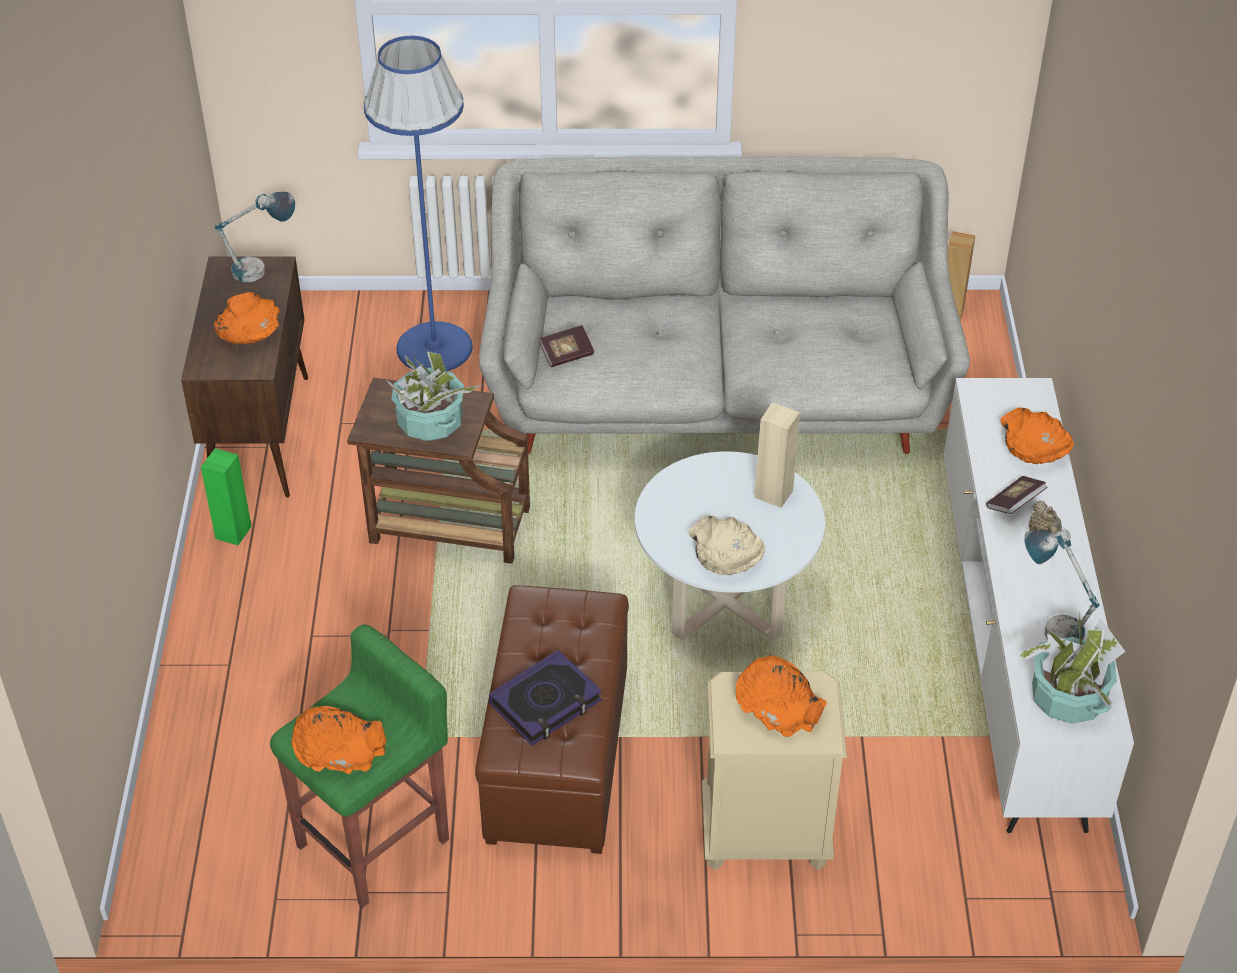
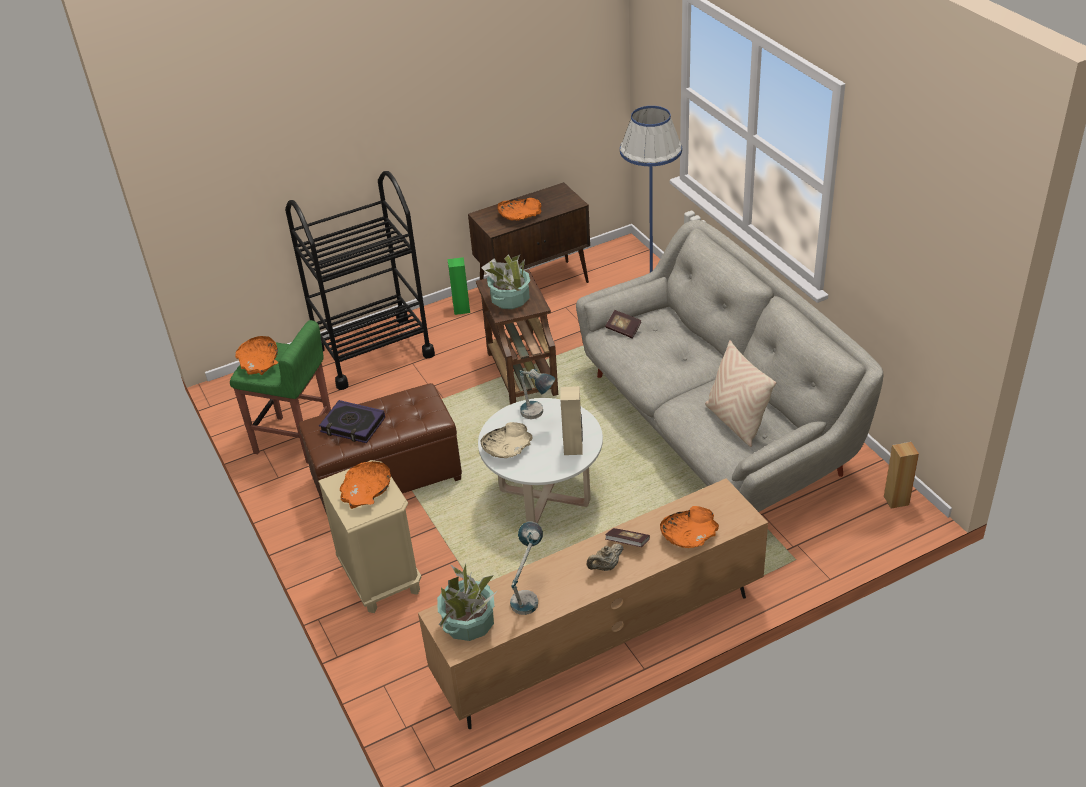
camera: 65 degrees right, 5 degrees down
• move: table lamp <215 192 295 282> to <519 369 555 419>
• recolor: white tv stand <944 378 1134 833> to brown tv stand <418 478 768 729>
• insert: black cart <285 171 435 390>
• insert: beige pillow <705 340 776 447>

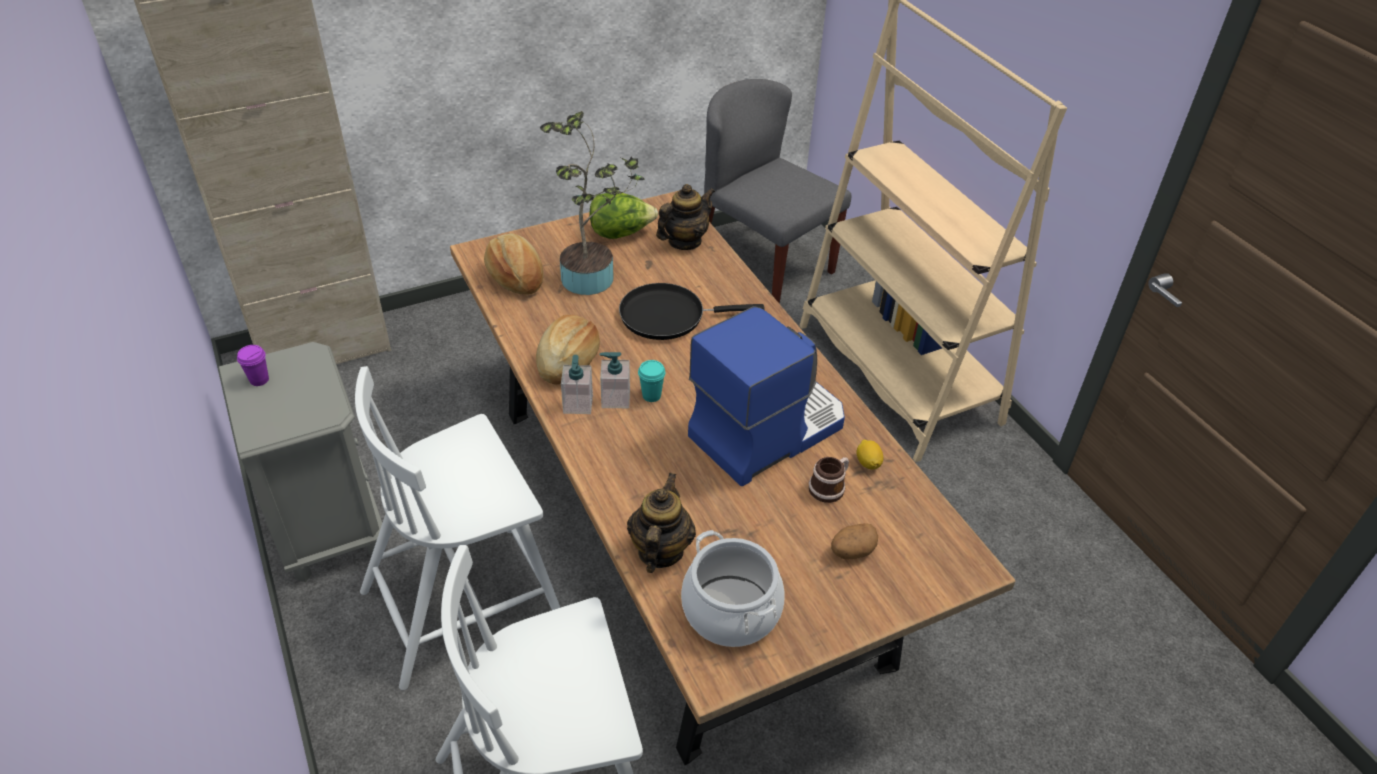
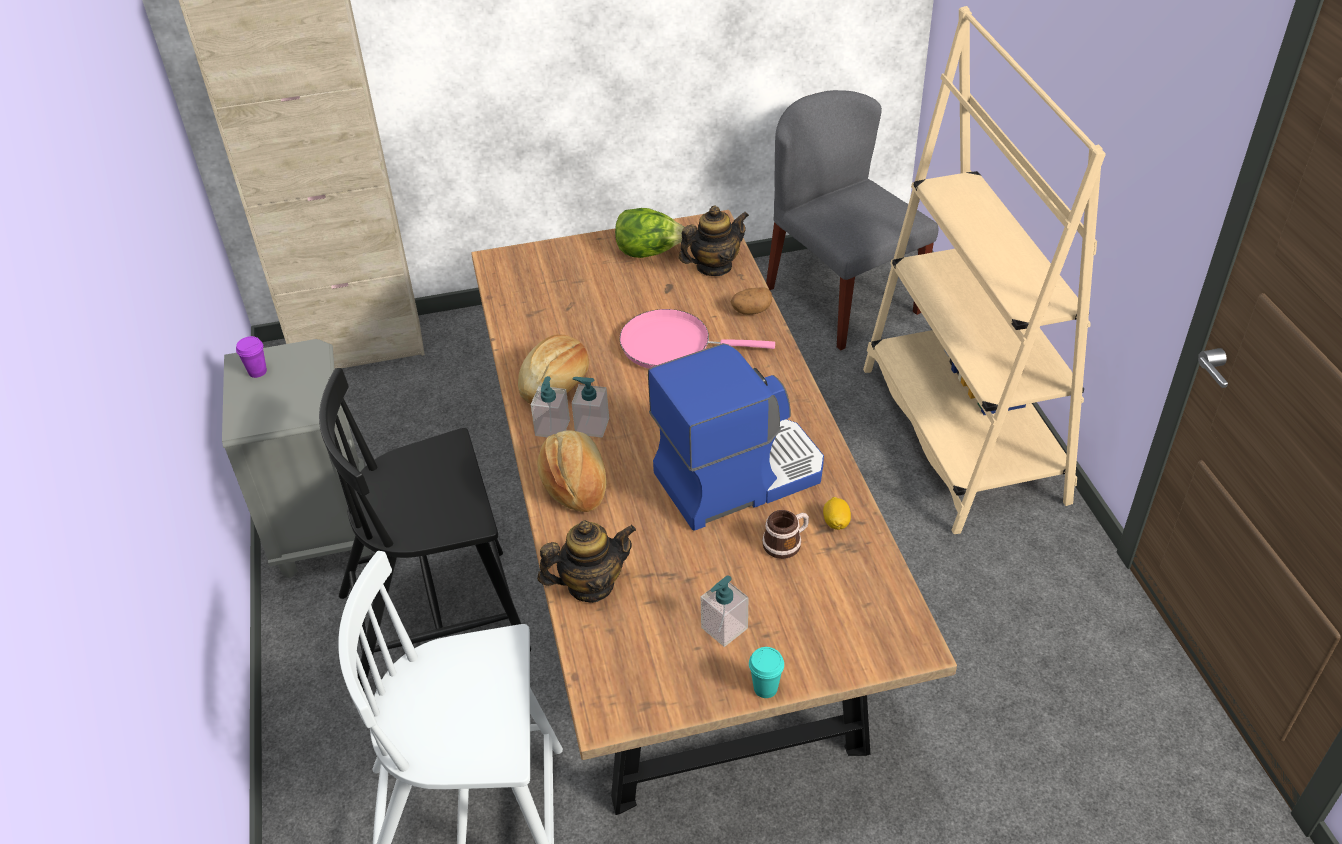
camera: 15 degrees right, 0 degrees up
• delete: potted plant <540 111 644 295>
• move: bread <484 233 544 295> to <537 430 607 512>
• recolor: black frying pan <619 283 765 340> to pink frying pan <619 309 775 369>
• move: turquoise cup <638 360 666 402> to <749 647 784 698>
• recolor: white chair <355 366 560 690> to black chair <319 368 531 691>
• rotate: teapot <627 473 696 573> = <537 520 636 603> 45 degrees clockwise
• move: potato <831 523 878 560> to <731 287 772 315>
• delete: cooking pot <681 530 785 647>
• insert: soap dispenser <701 576 748 647>

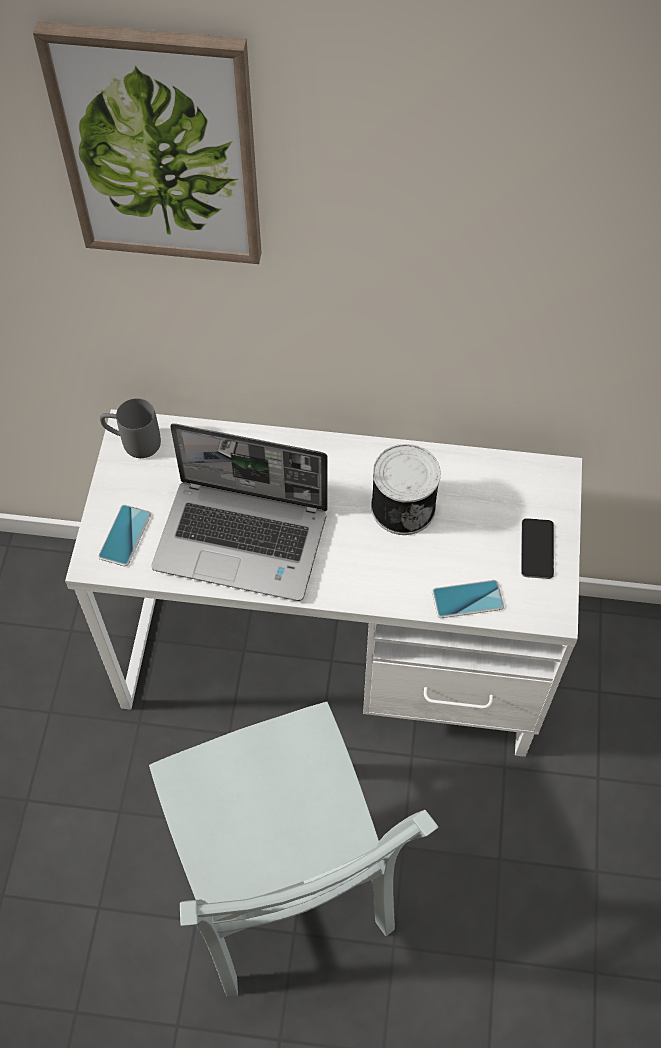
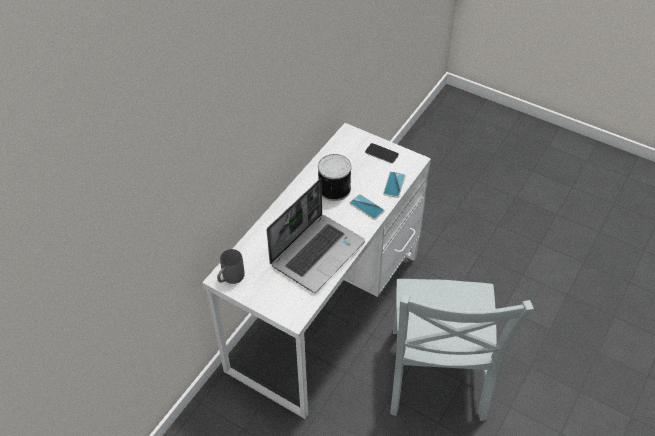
camera: 65 degrees left, 10 degrees down
• delete: picture <33 21 262 264>
• move: phone <98 505 151 566> to <350 194 385 220>
• rotate: grey chair <149 702 438 996> = <390 279 534 421> 90 degrees clockwise

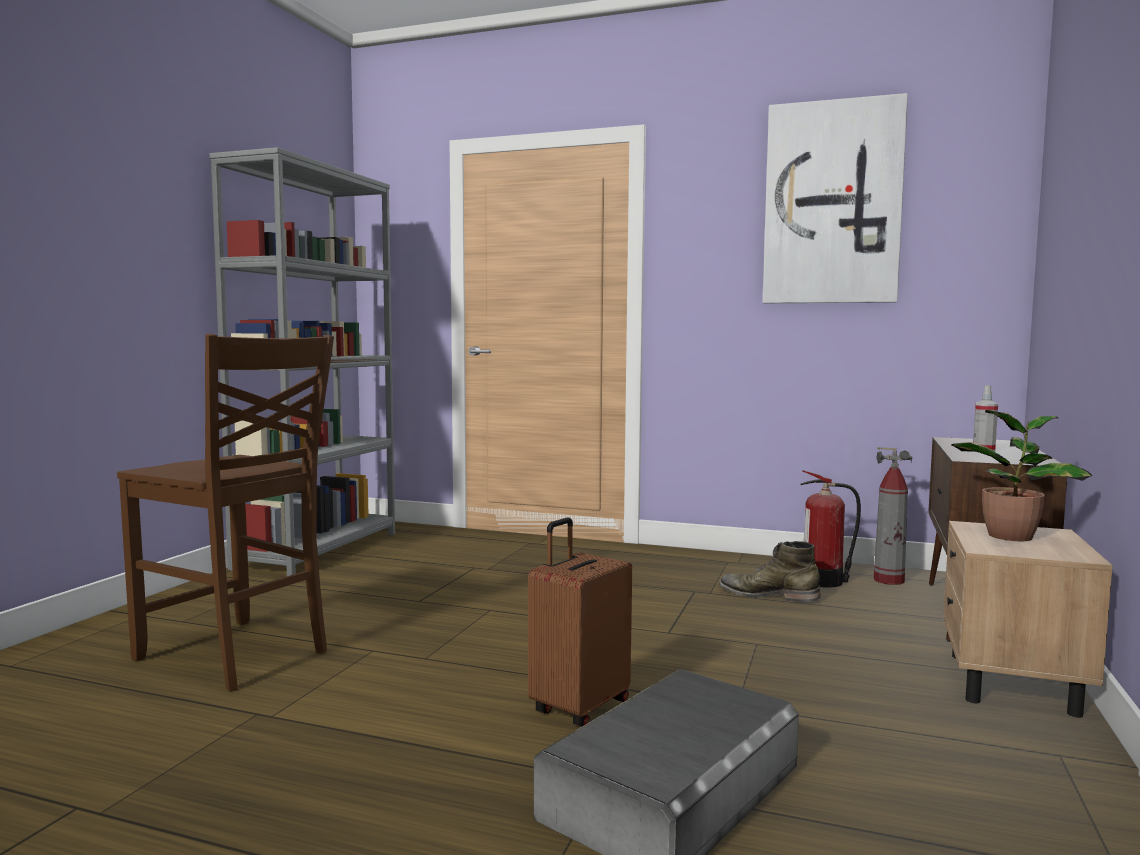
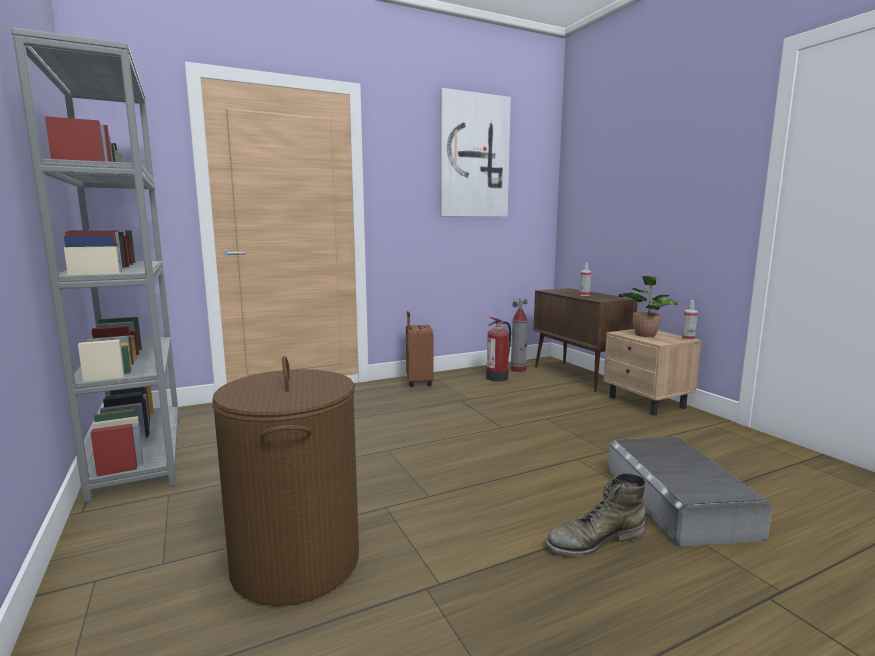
camera: 45 degrees left, 5 degrees up
• replace: brown chair <117 334 334 692> to brown laundry basket <212 356 359 606>
• move: brown suitcase <528 517 632 727> to <406 311 433 387>
• move: green boot <719 541 821 602> to <545 473 646 556>
• insert: spray bottle <682 300 698 341>

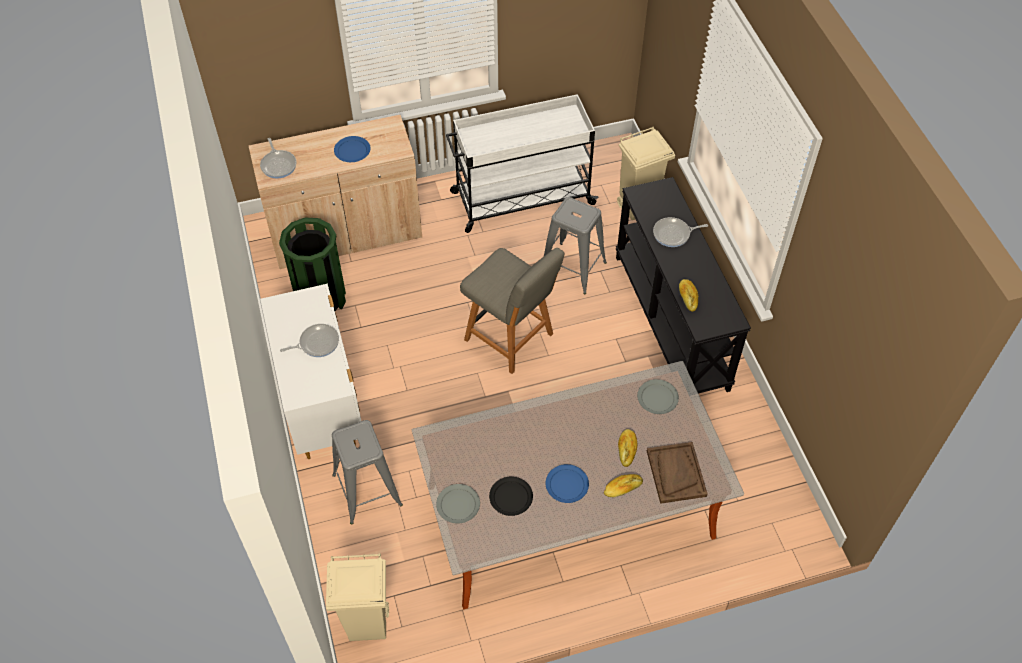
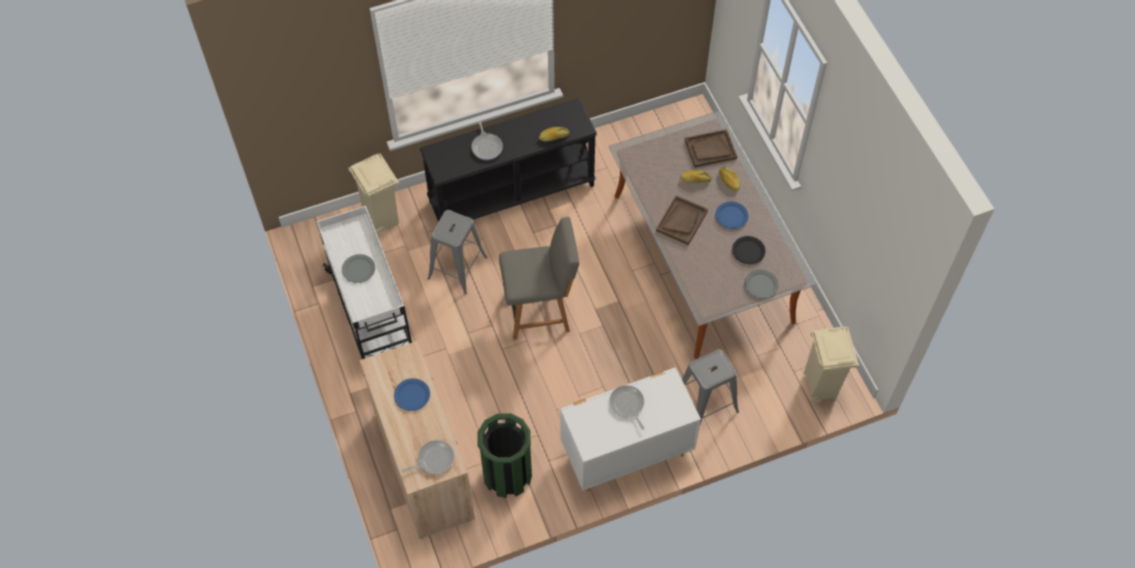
camera: 95 degrees left, 5 degrees up
• rotate: grey chair <460 248 564 374> = <499 217 579 340> 45 degrees clockwise
• move: grey plate <637 379 679 414> to <342 254 375 283>
• insert: brown tray <656 195 708 245>

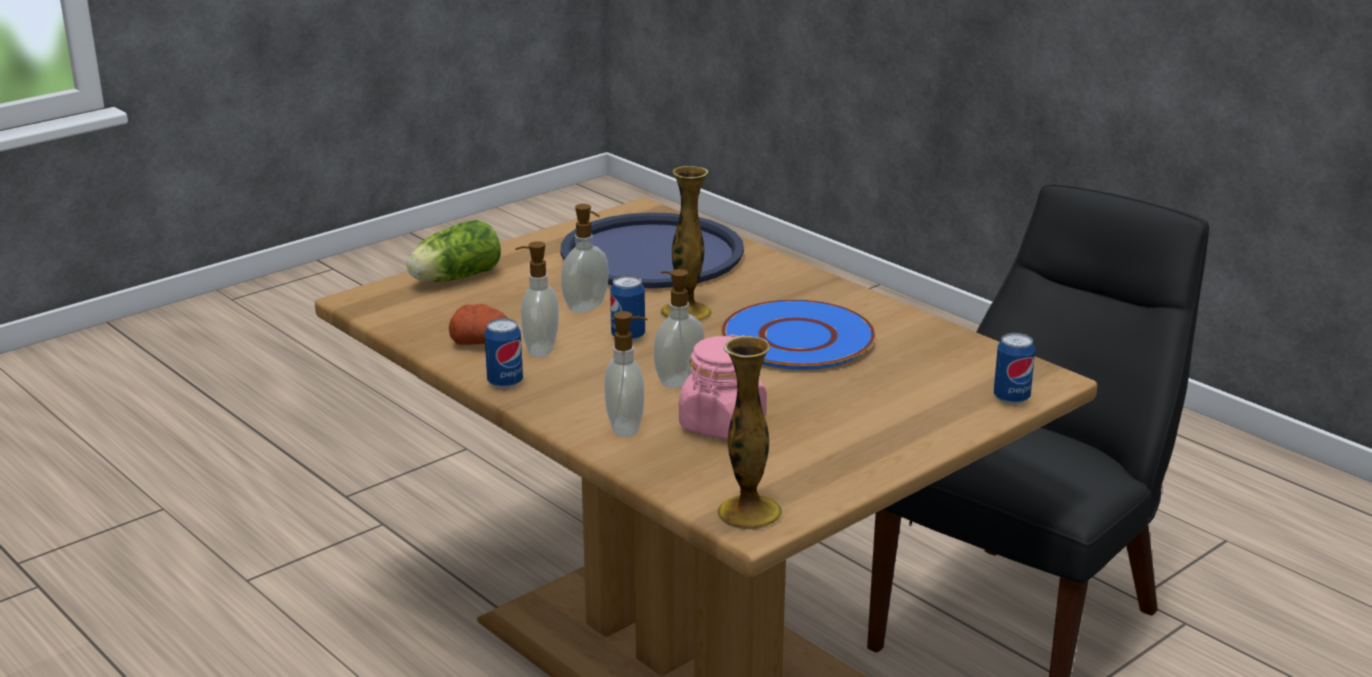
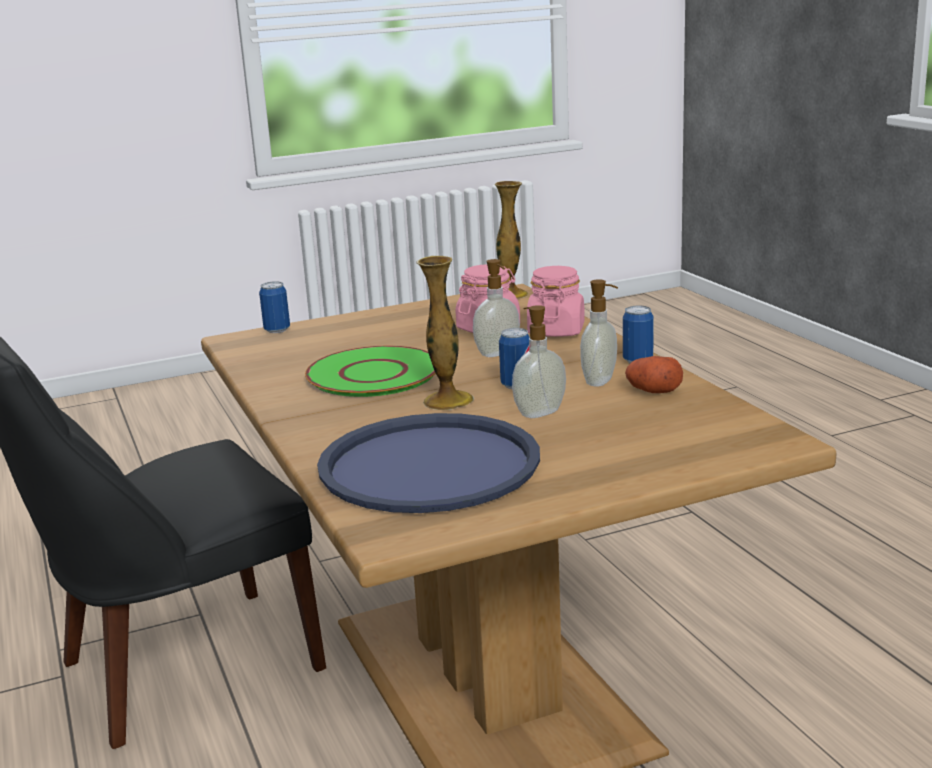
camera: 160 degrees left, 5 degrees down
• delete: lettuce <406 220 501 282>
• recolor: blue plate <721 299 875 370> to green plate <305 346 436 397>
• replace: soap dispenser <604 311 647 437> to pink jar <527 266 585 337>

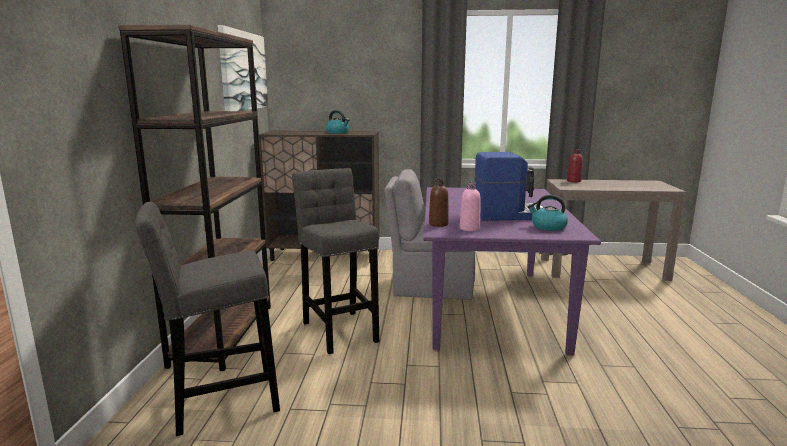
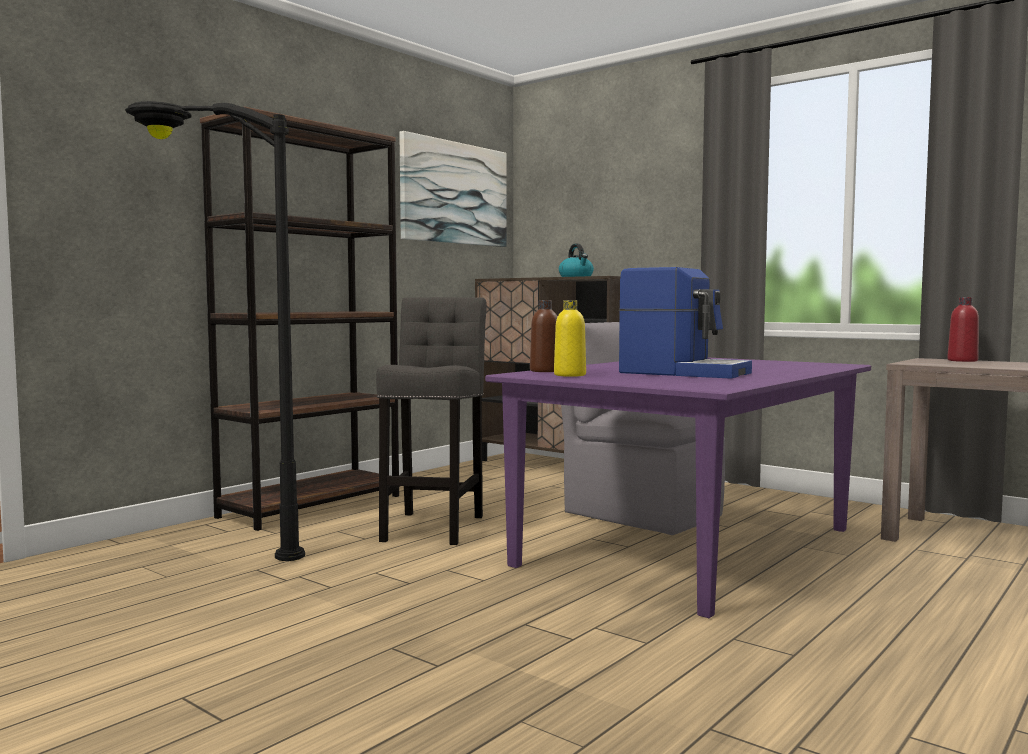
camera: 35 degrees right, 10 degrees down
• recolor: pink bottle <460 182 481 231> to yellow bottle <554 300 586 377>
• delete: kettle <528 195 568 231>
• replace: grey stool <135 202 280 436> to black floor lamp <125 101 305 561>

